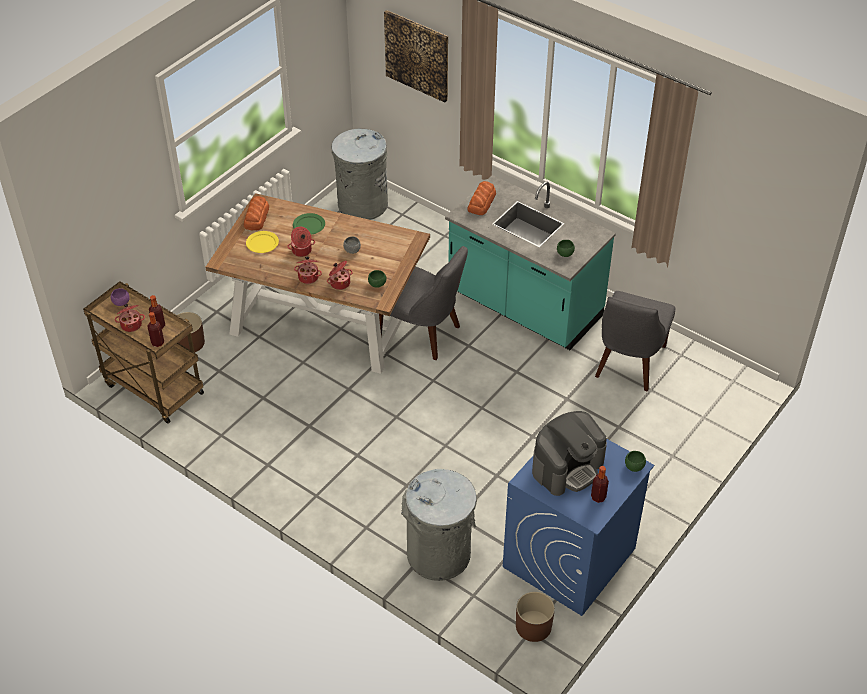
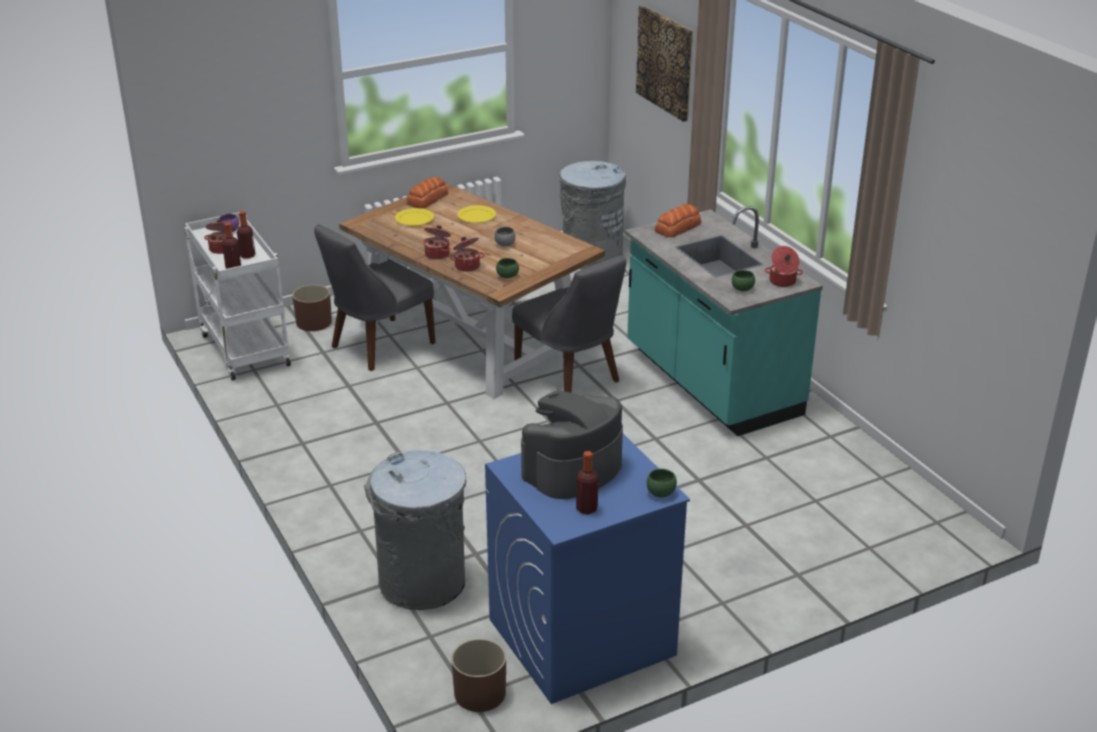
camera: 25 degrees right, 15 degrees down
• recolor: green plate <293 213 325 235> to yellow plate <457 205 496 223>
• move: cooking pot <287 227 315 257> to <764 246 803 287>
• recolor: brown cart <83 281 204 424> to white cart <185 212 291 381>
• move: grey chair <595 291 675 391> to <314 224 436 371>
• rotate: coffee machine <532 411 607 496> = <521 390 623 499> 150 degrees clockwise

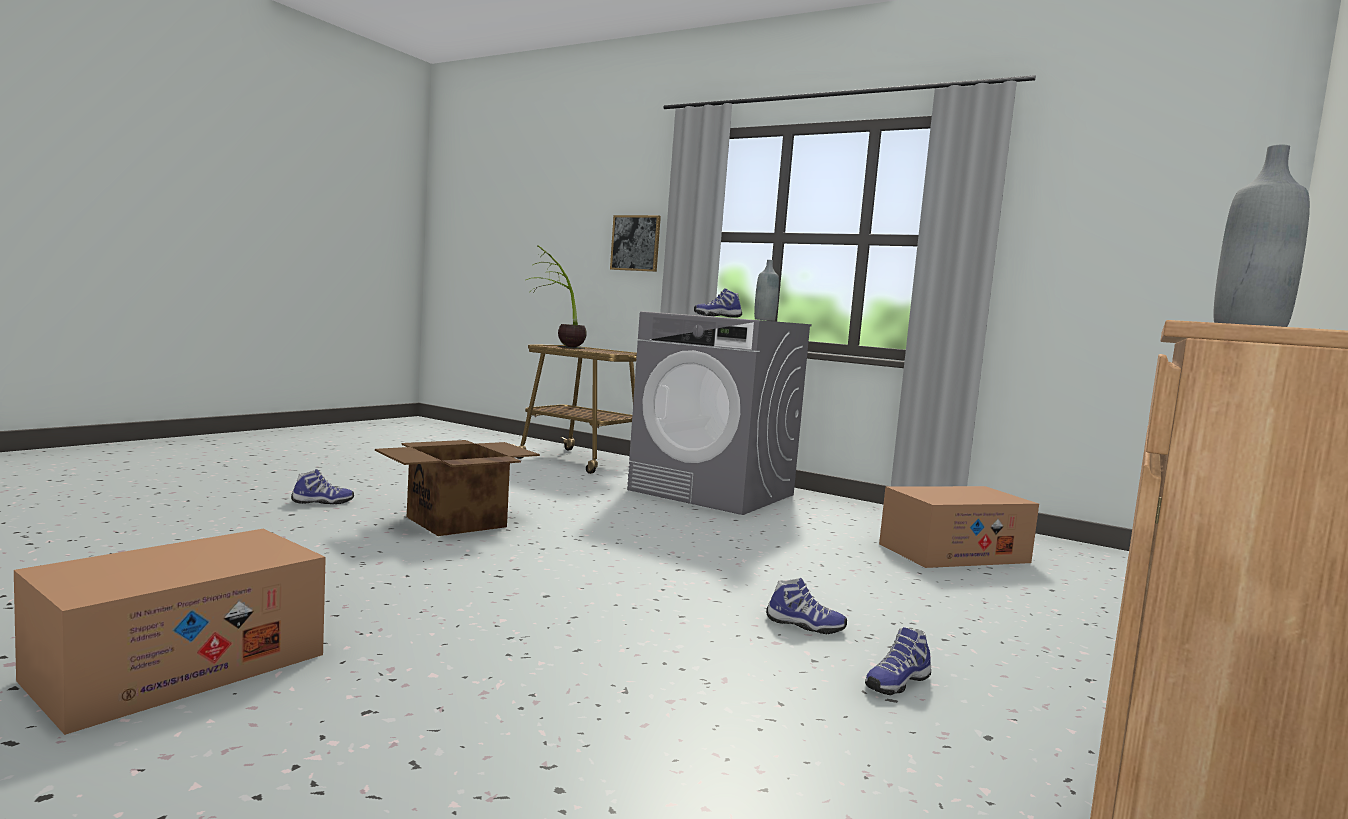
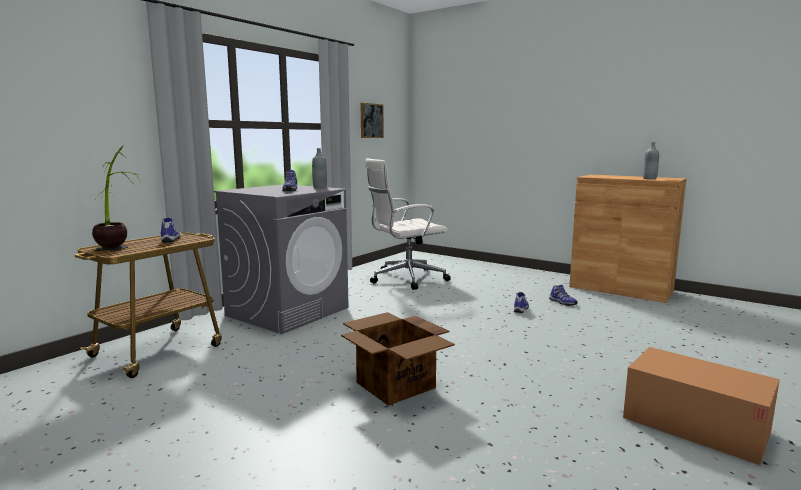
camera: 85 degrees left, 5 degrees up
• move: picture <610 215 661 272> to <360 103 384 138>
• move: shoe <291 469 354 504> to <161 218 181 243>
• replace: cardboard box <879 486 1039 568> to white office chair <365 158 451 290>

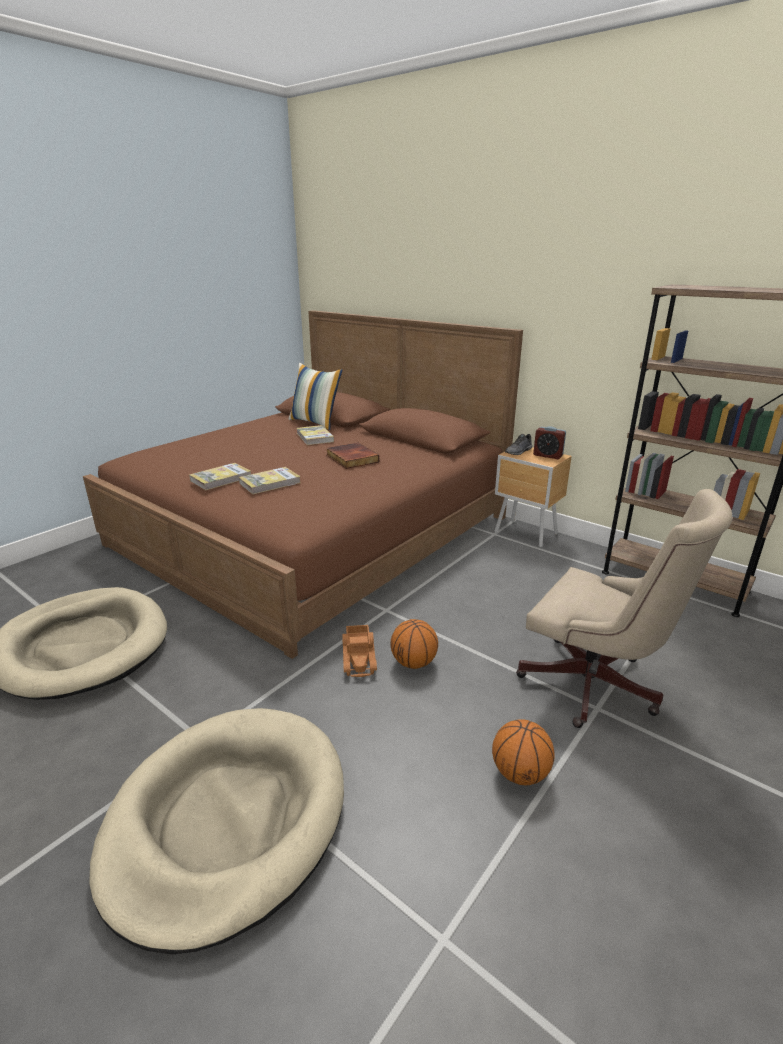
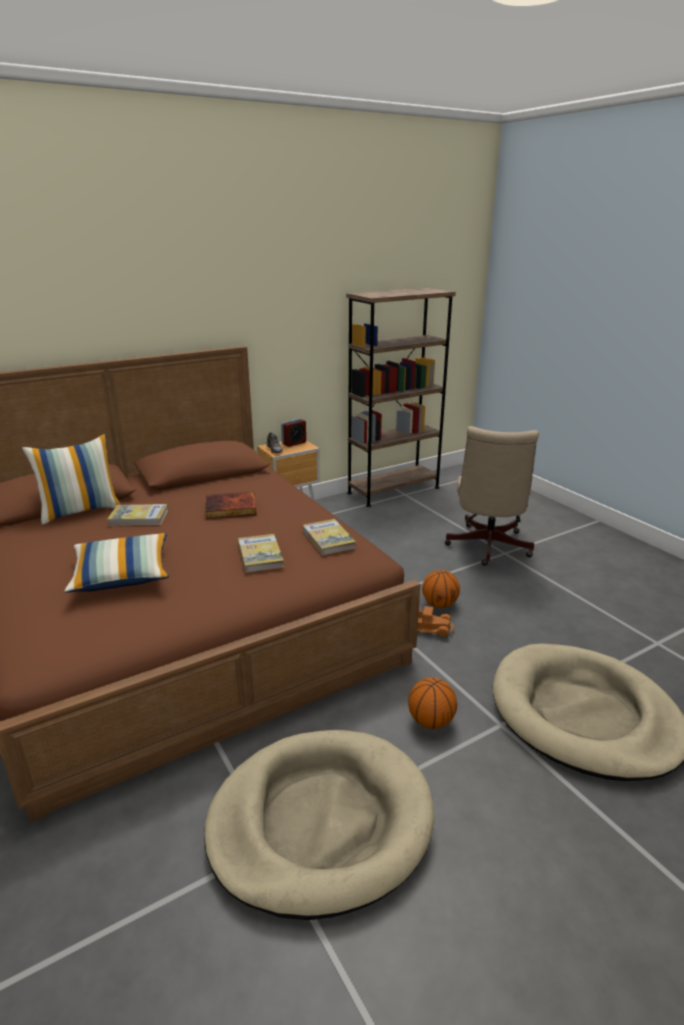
camera: 70 degrees left, 0 degrees up
• move: book <189 463 251 490> to <303 519 356 555>
• rotate: beige office chair <516 489 732 728> = <445 426 539 565> 135 degrees clockwise
• move: basketball <492 719 555 785> to <408 678 457 729>
• insert: pillow <64 533 169 593>

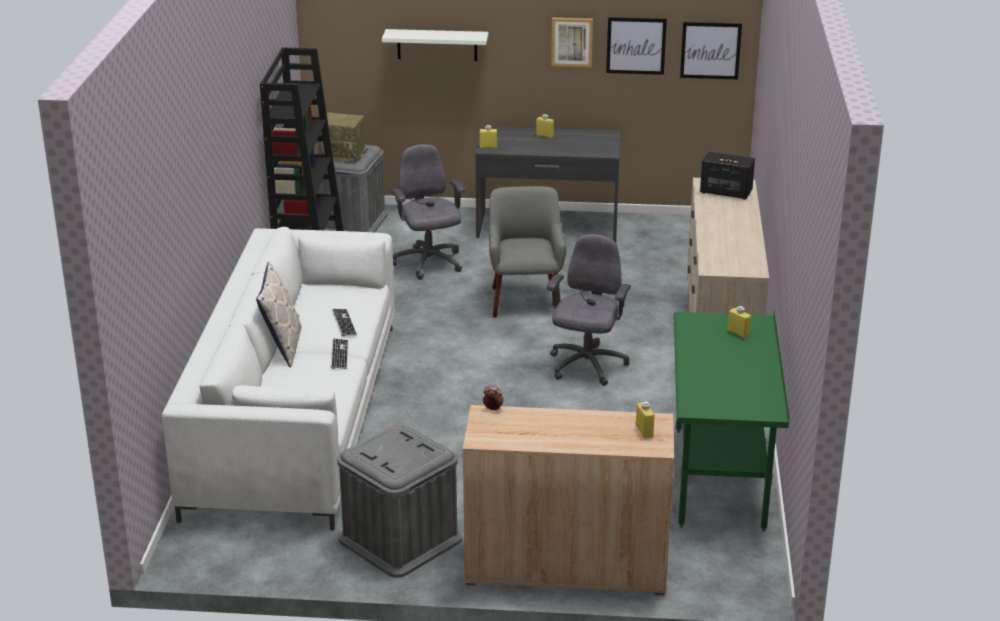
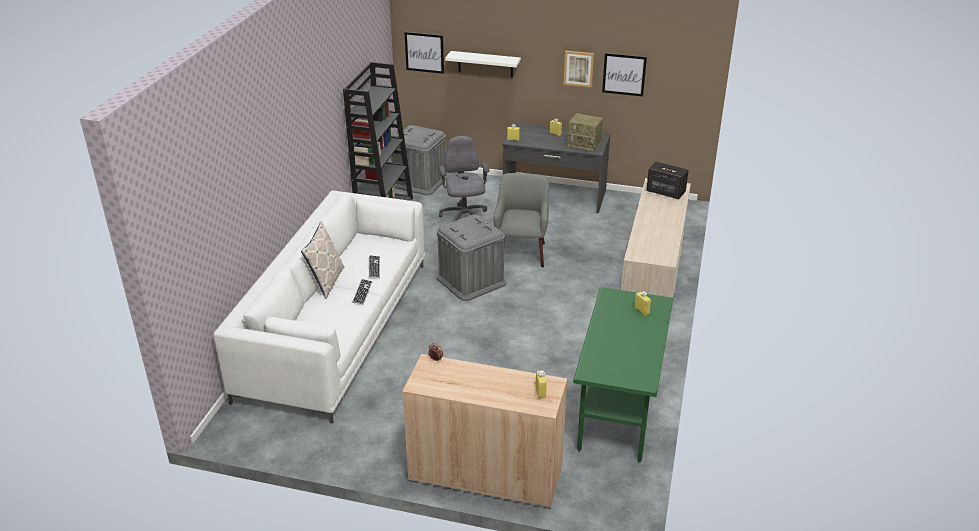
camera: 10 degrees right, 5 degrees up
• move: picture <680 22 742 80> to <404 32 444 74>
• move: radio <317 112 365 163> to <567 113 603 152>
• delete: grey office chair <547 234 631 386>
• move: grey storage box <337 424 462 578> to <436 214 507 301>

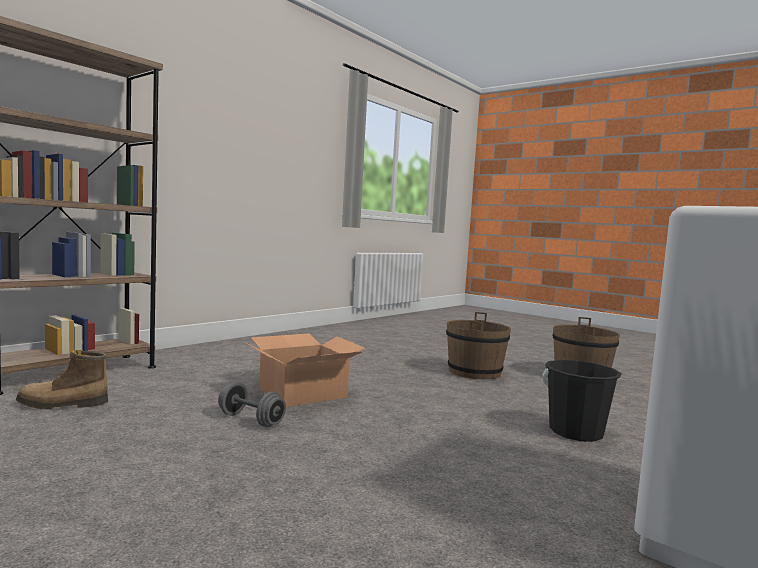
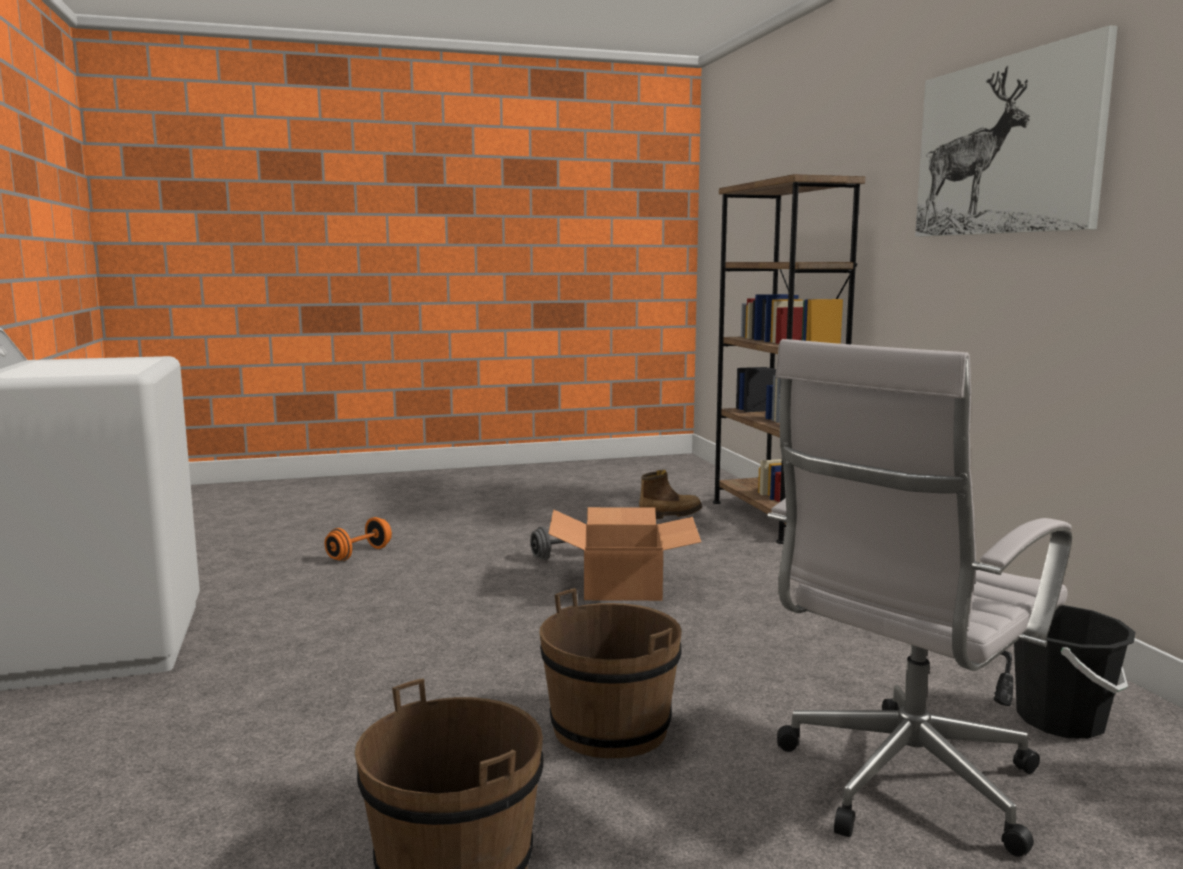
camera: 125 degrees right, 5 degrees up
• rotate: boot <16 350 108 410> = <639 470 702 519> 45 degrees clockwise
• move: black bucket <542 360 622 442> to <1014 605 1136 739>
• insert: picture <915 25 1118 237>
• insert: white office chair <767 339 1072 857>
• insert: orange dumbbell <324 517 392 561>

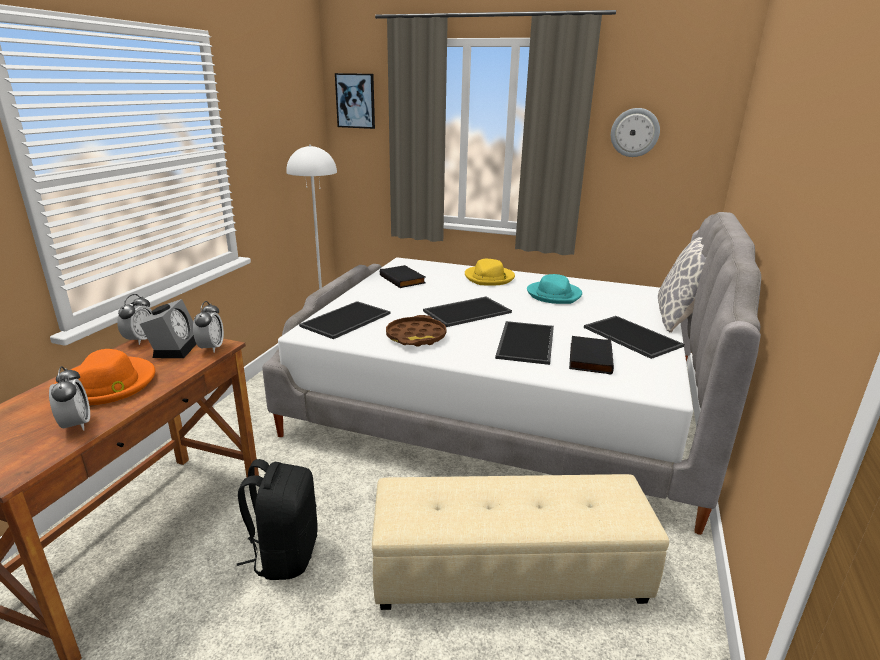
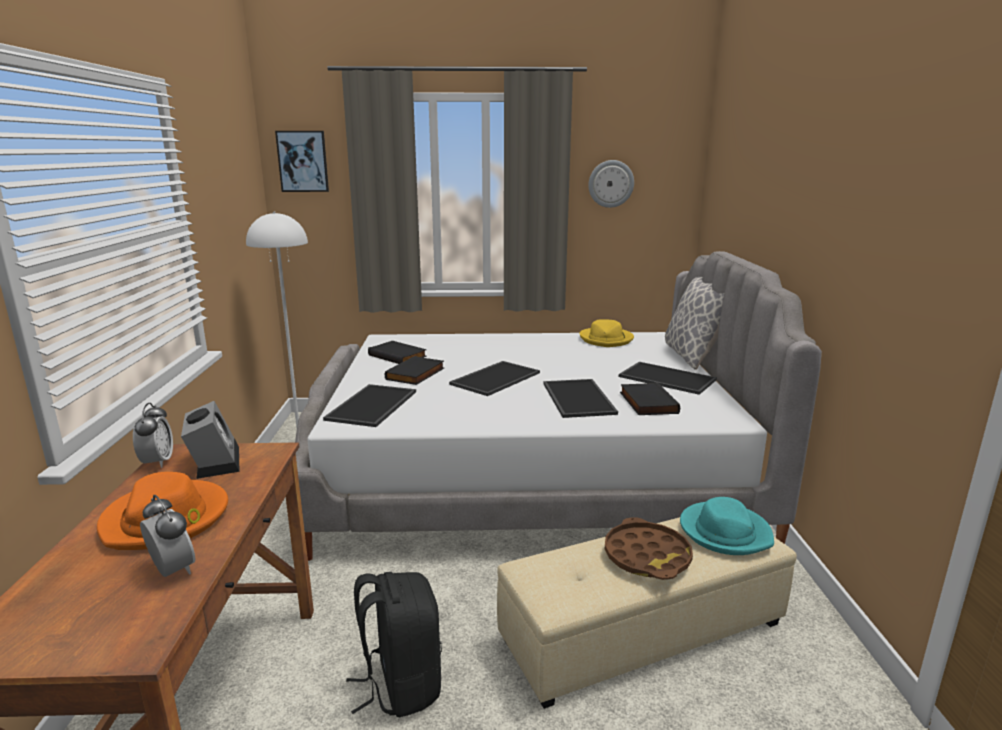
camera: 20 degrees left, 5 degrees down
• move: yellow hat <465 259 515 286> to <579 319 634 347>
• move: turquoise hat <527 274 582 304> to <680 497 774 555>
• delete: alarm clock <193 301 224 353>
• move: brown tray <386 315 447 347> to <605 518 693 580>
• insert: black book <385 356 444 385>

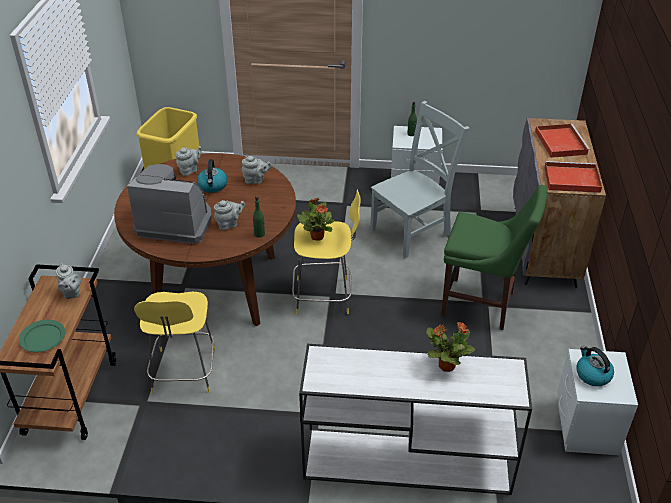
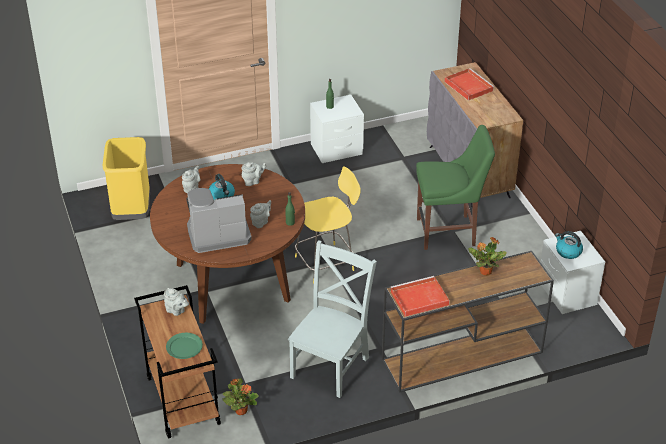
camera: 25 degrees left, 0 degrees up
• move: grey chair <370 101 469 258> to <288 240 377 398>
• move: red tray <545 161 602 193> to <390 276 450 317>
• move: potted plant <297 198 334 241> to <222 378 258 415>
• delete: yellow stool <134 292 216 393>
• recolor: white console table <299 344 532 495> to brown console table <382 251 554 393>

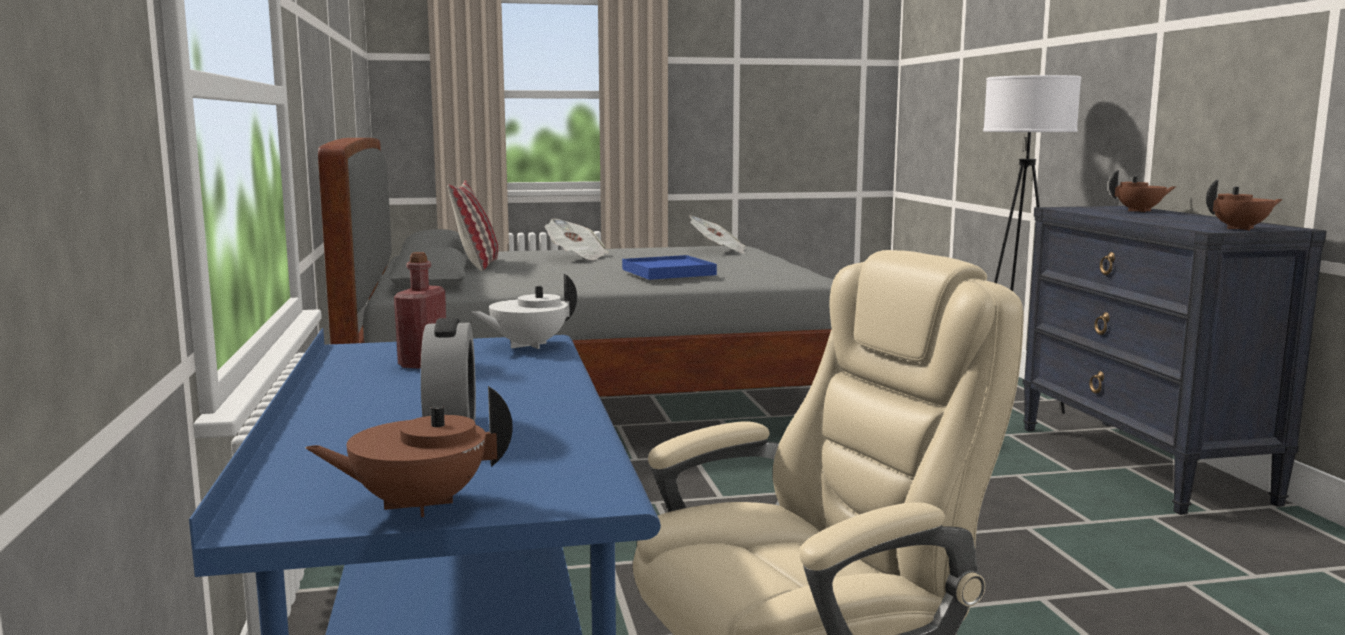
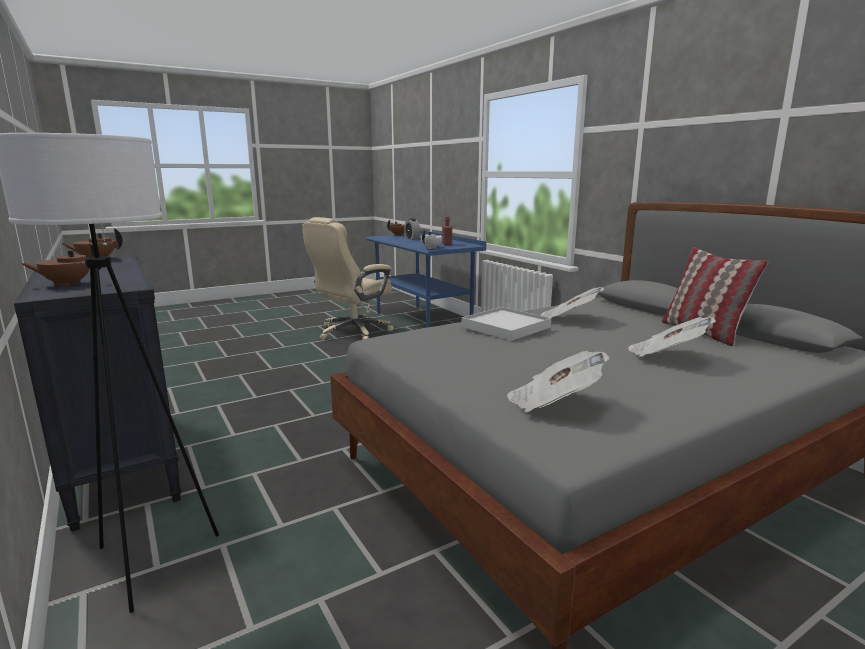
camera: 160 degrees right, 5 degrees up
• recolor: blue tray <622 255 717 280> to white tray <461 307 551 341>
• insert: newspaper <540 287 604 318>

